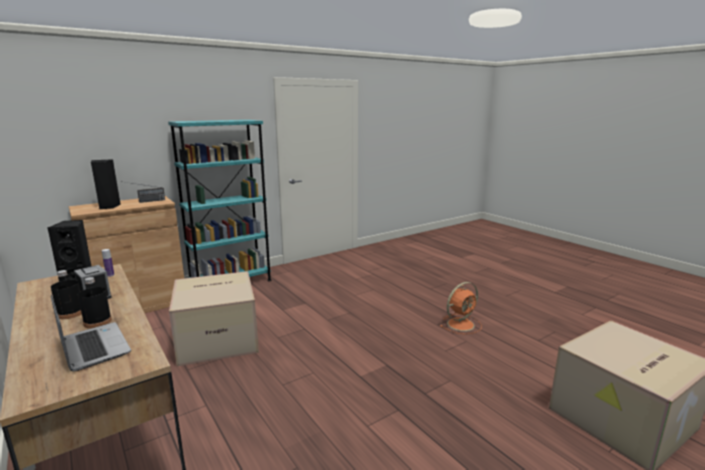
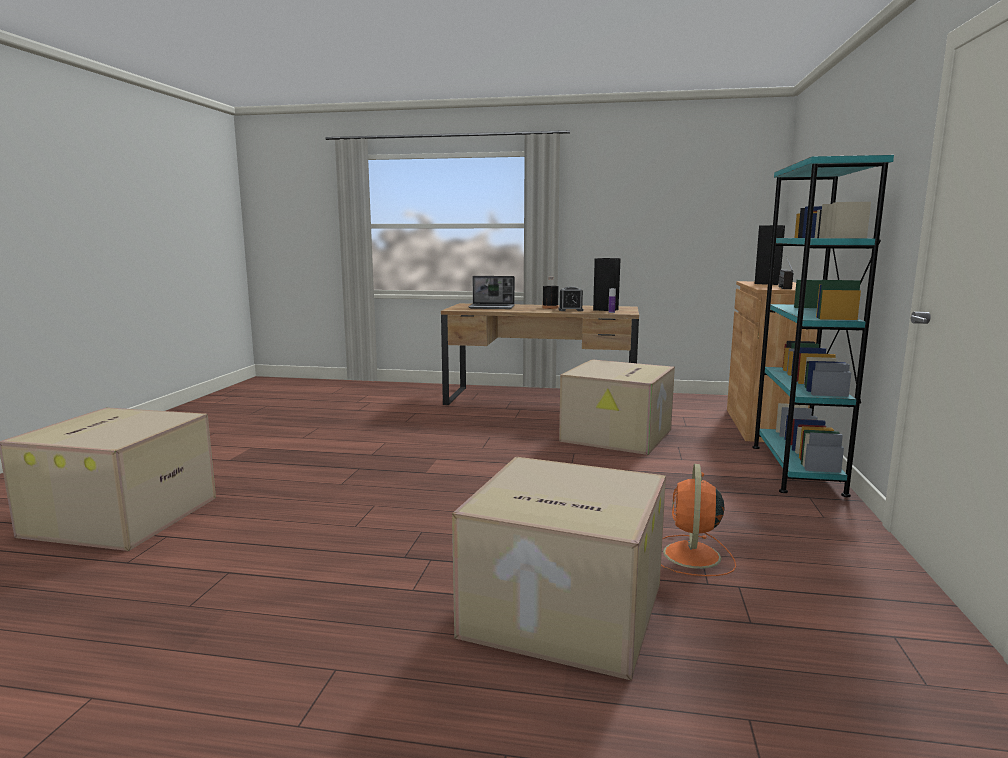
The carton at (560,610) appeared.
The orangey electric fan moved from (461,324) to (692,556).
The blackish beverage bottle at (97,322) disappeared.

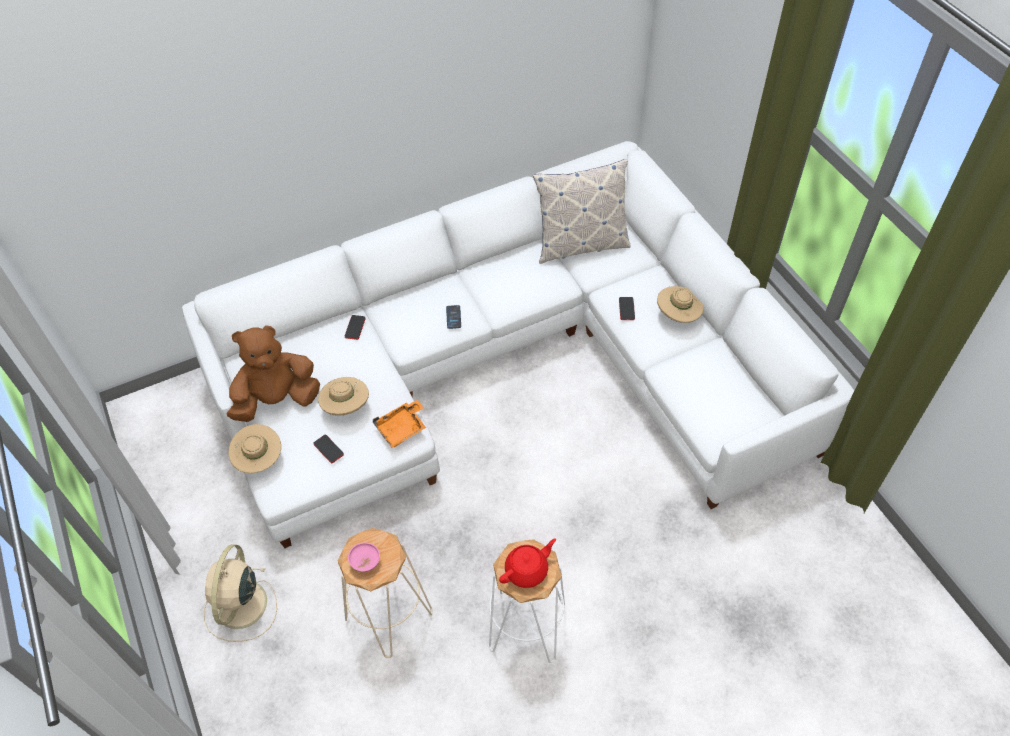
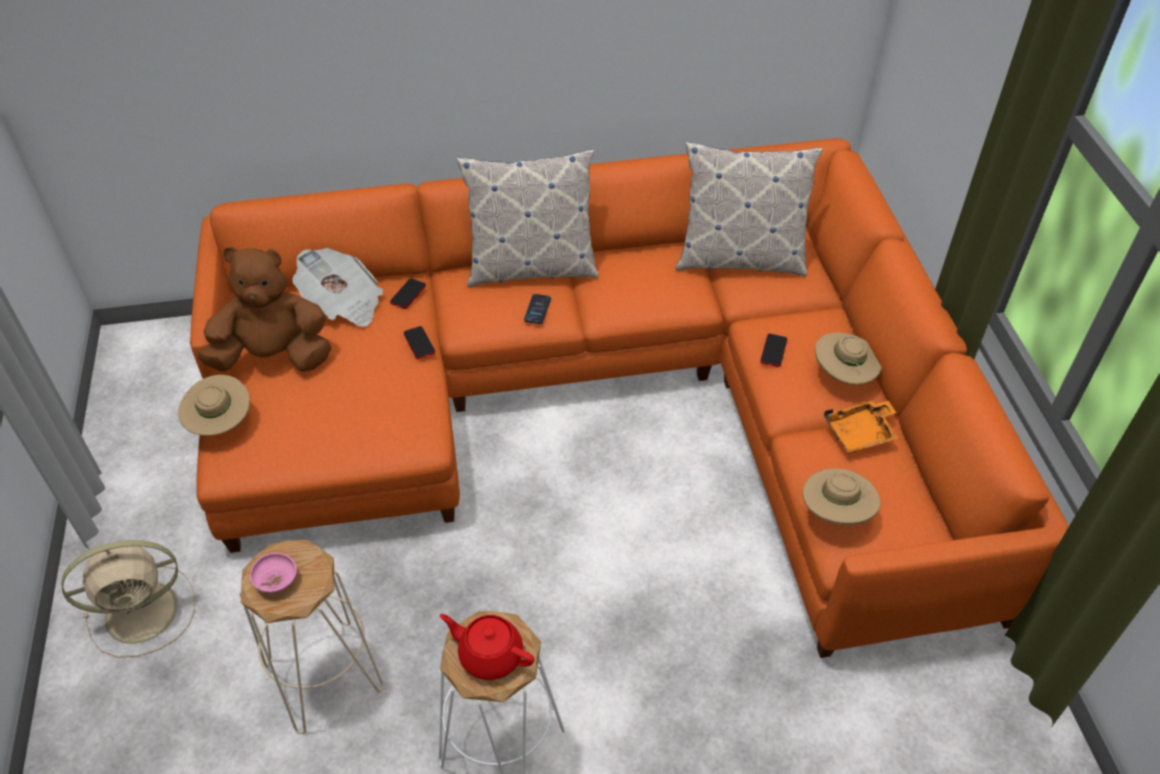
The sand-coloured electric fan at (240,606) turned 135 degrees counterclockwise.
The white-coloured sofa at (509,366) became the orangey sofa at (606,399).
The printed paper at (343,303) appeared.
The phone moved from (328,449) to (419,343).
The red tea pot at (527,570) turned 135 degrees counterclockwise.
The throw pillow at (531,268) appeared.
The sand-coloured wearable hat moved from (346,406) to (836,513).
The orangey tray moved from (402,428) to (860,433).

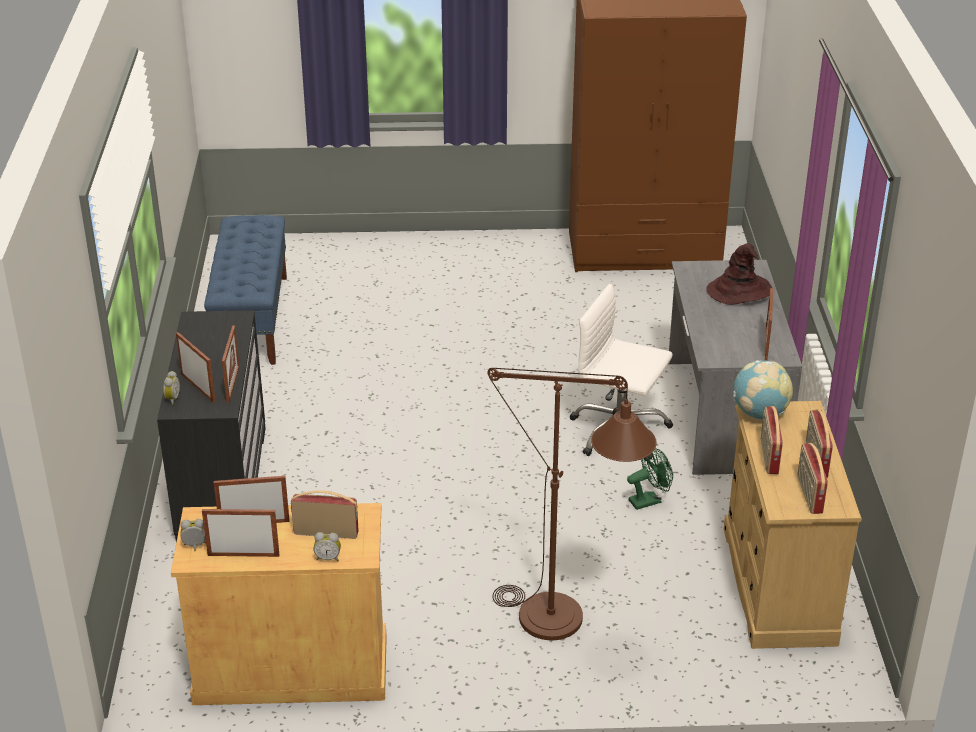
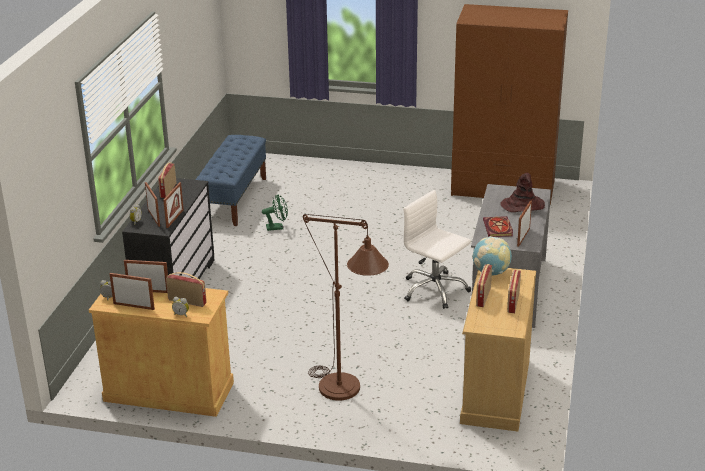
The radio receiver moved from (808,495) to (168,190).
The green-coloured electric fan moved from (649,500) to (277,227).
The book at (498,229) appeared.

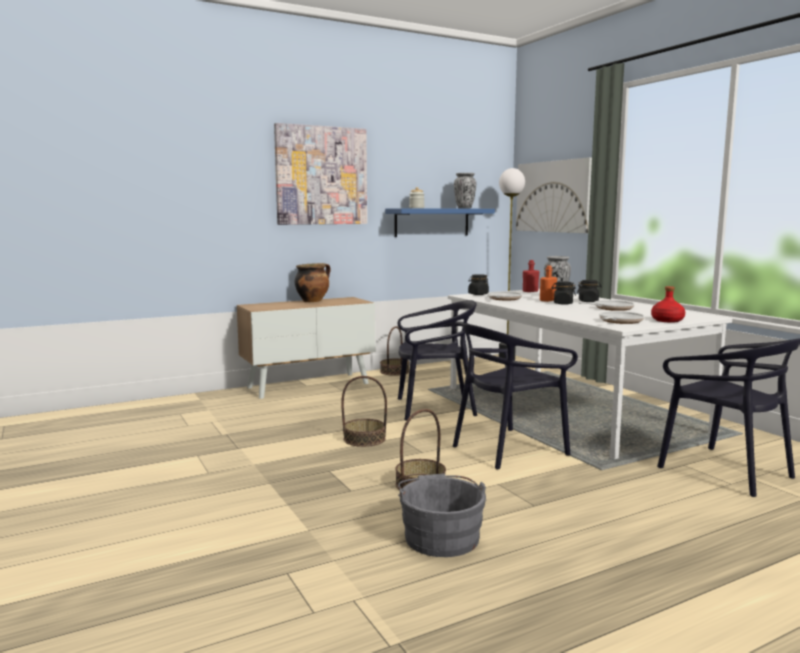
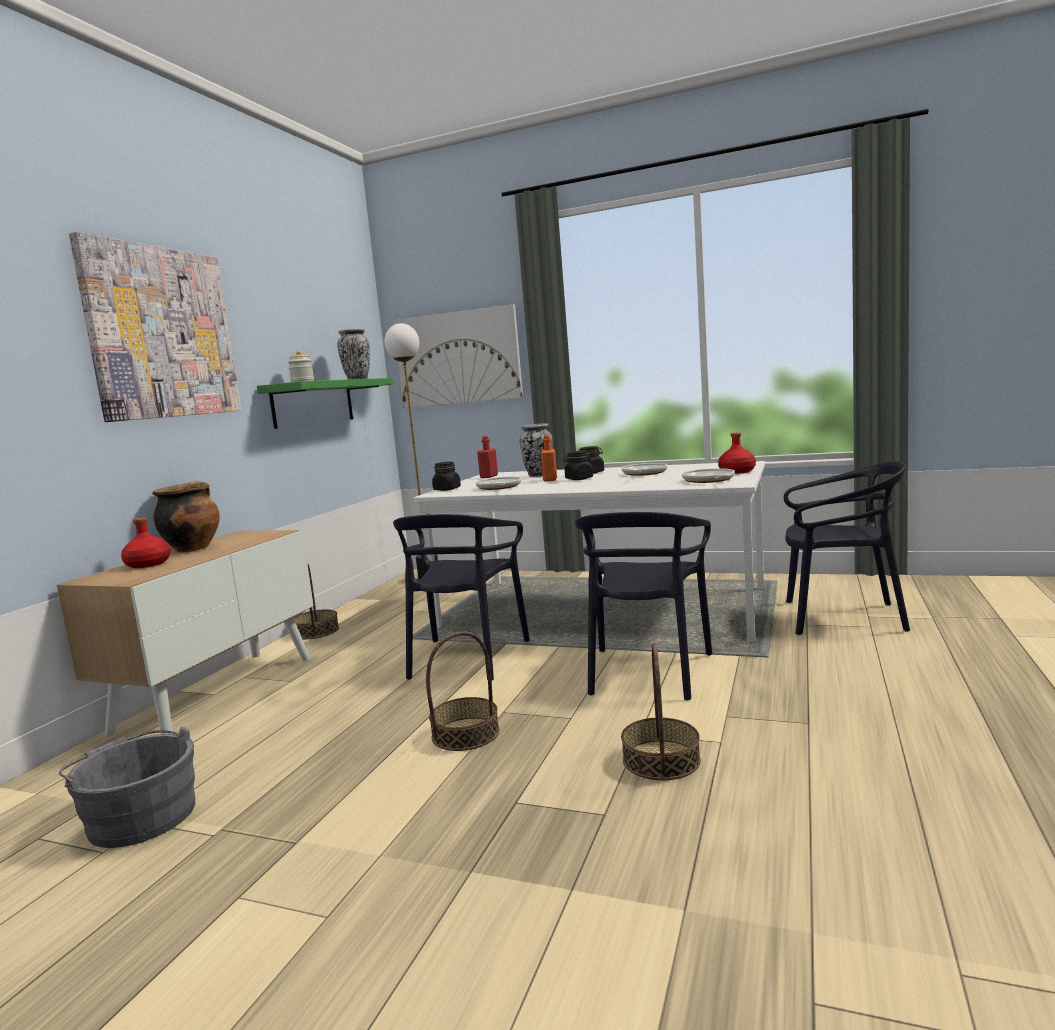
The grey pail moved from (440,536) to (139,815).
The red beverage bottle at (147,564) appeared.
The blue wall shelf at (432,222) became the green-coloured wall shelf at (313,403).
The blackish chair at (434,408) turned 150 degrees clockwise.

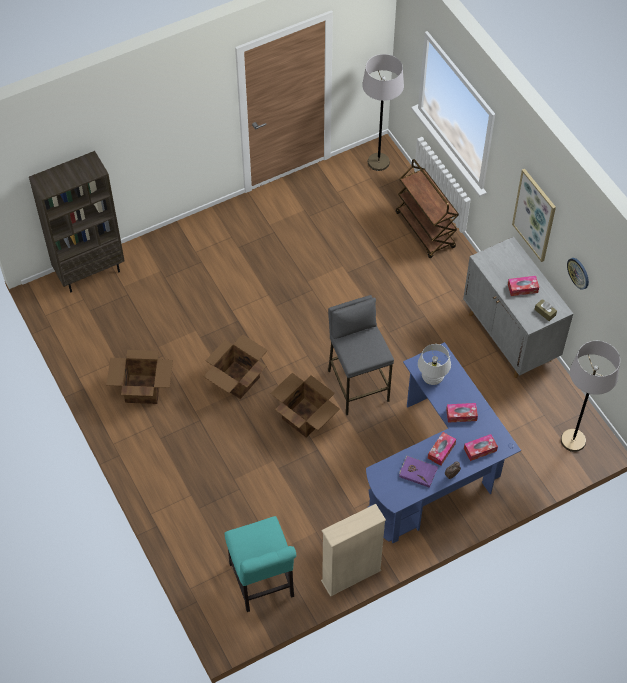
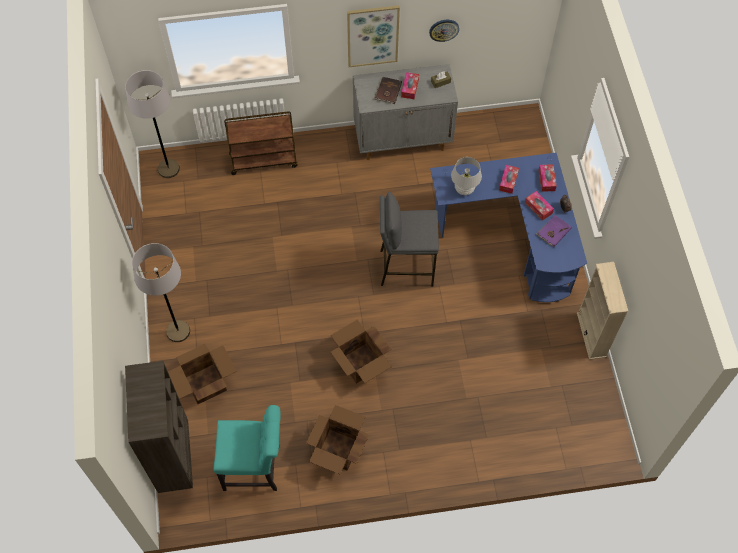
The grey floor lamp moved from (573,441) to (178,331).
The carton moved from (304,417) to (205,384).
The blue-green chair moved from (262,583) to (255,468).
The brownish book at (388,91) appeared.

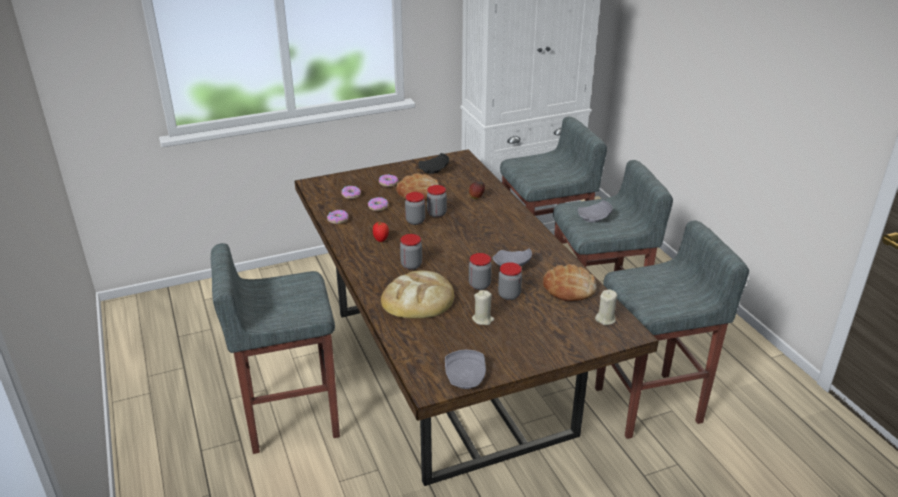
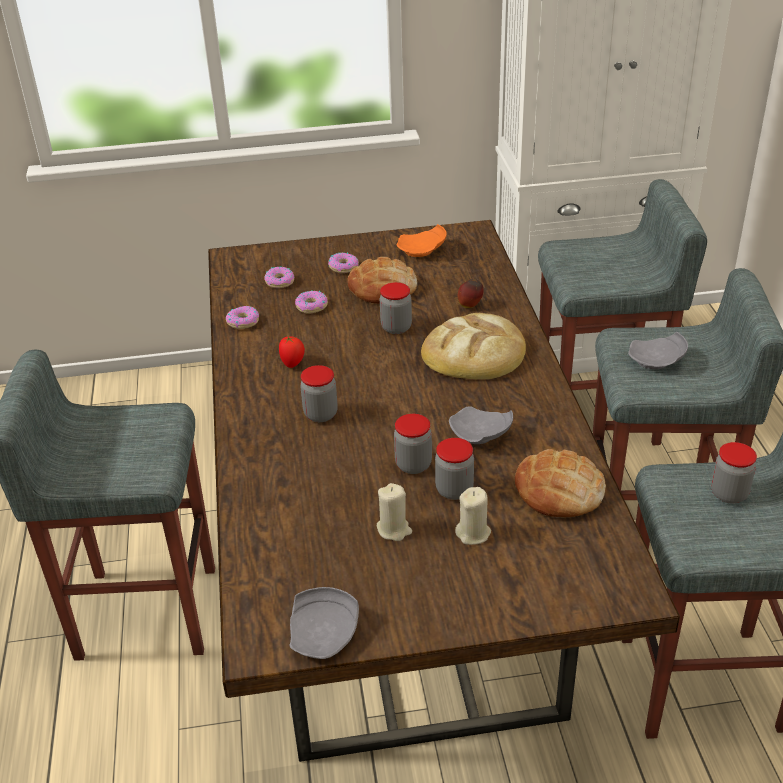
The blackish plate at (434,170) became the orangey plate at (422,250).
The baked bread moved from (418,299) to (474,353).
The sand-coloured wax light moved from (605,319) to (473,533).
The preserve jar moved from (415,221) to (729,494).

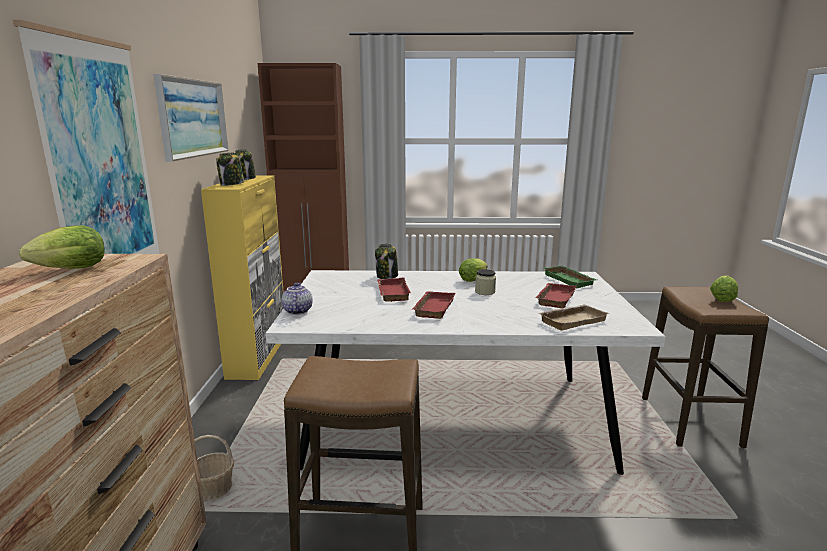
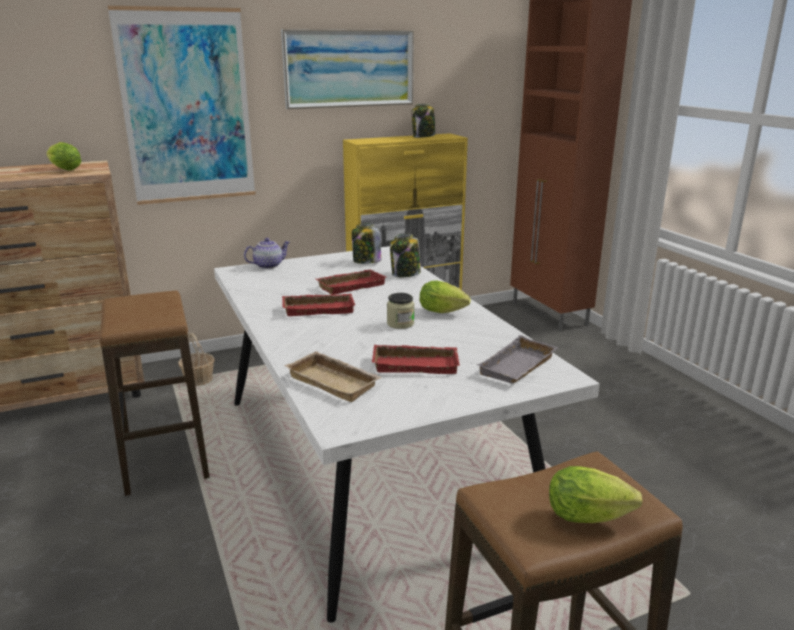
The preserve jar moved from (231,184) to (366,261).
The green-coloured tray at (570,280) became the grey tray at (519,367).

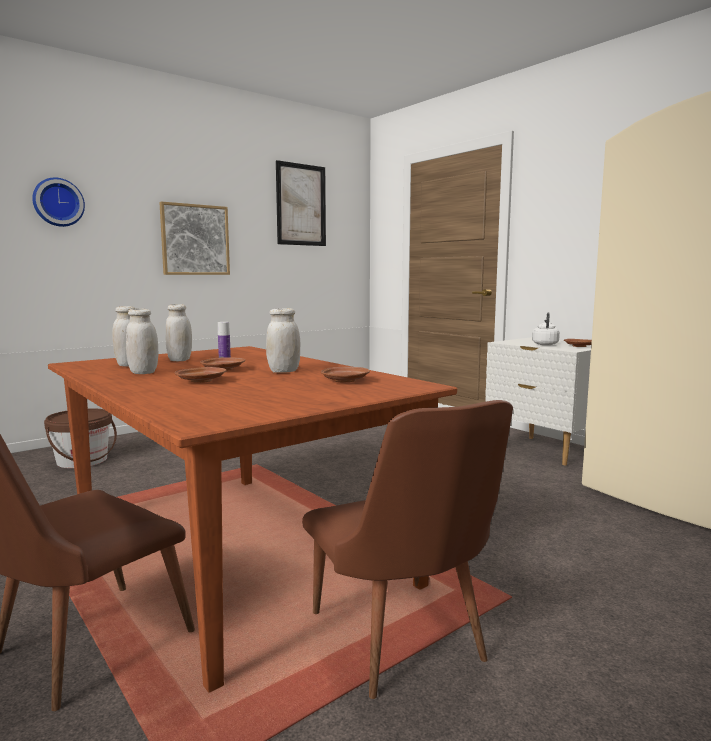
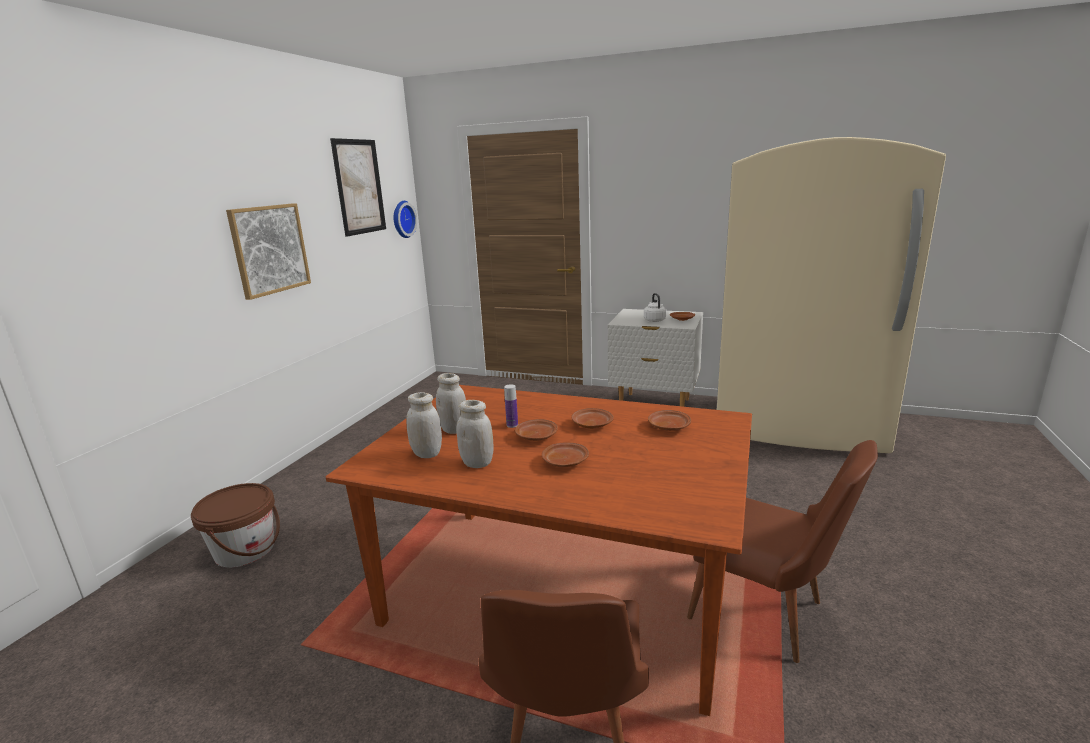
The wall clock moved from (58,202) to (402,219).
The white-coloured preserve jar at (283,371) was replaced by the brownish plate at (591,424).

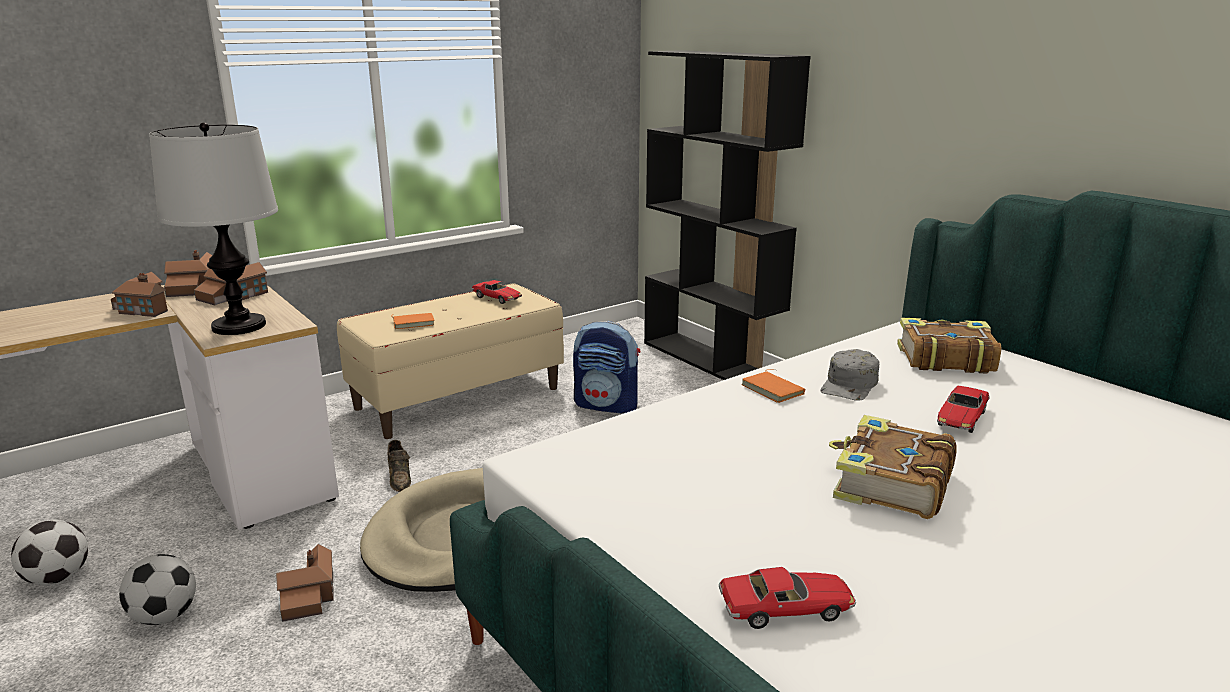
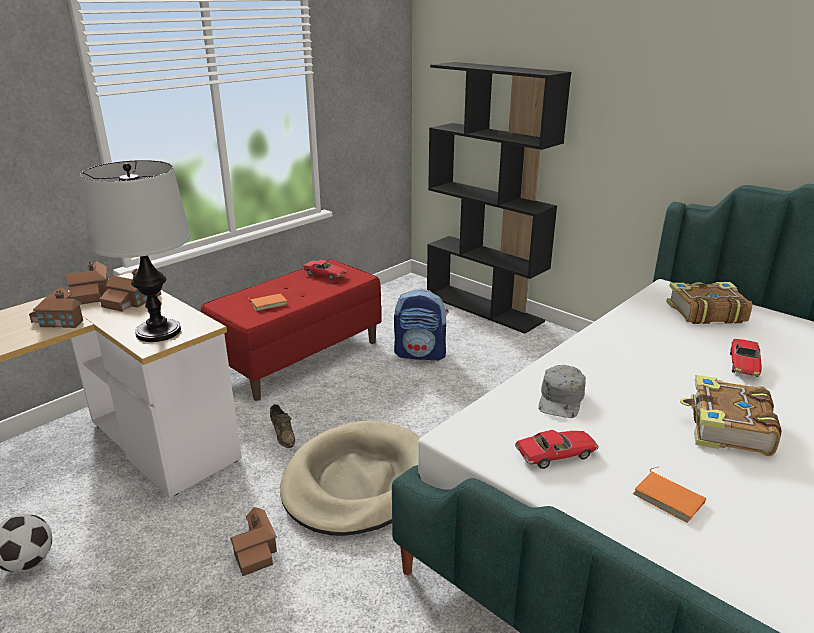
The sand-coloured long seat at (458,398) became the red long seat at (299,357).
The model car moved from (786,609) to (556,454).
The grey cap moved from (850,385) to (561,399).
The orangey book moved from (774,389) to (669,498).
The ball for football at (165,616) disappeared.

